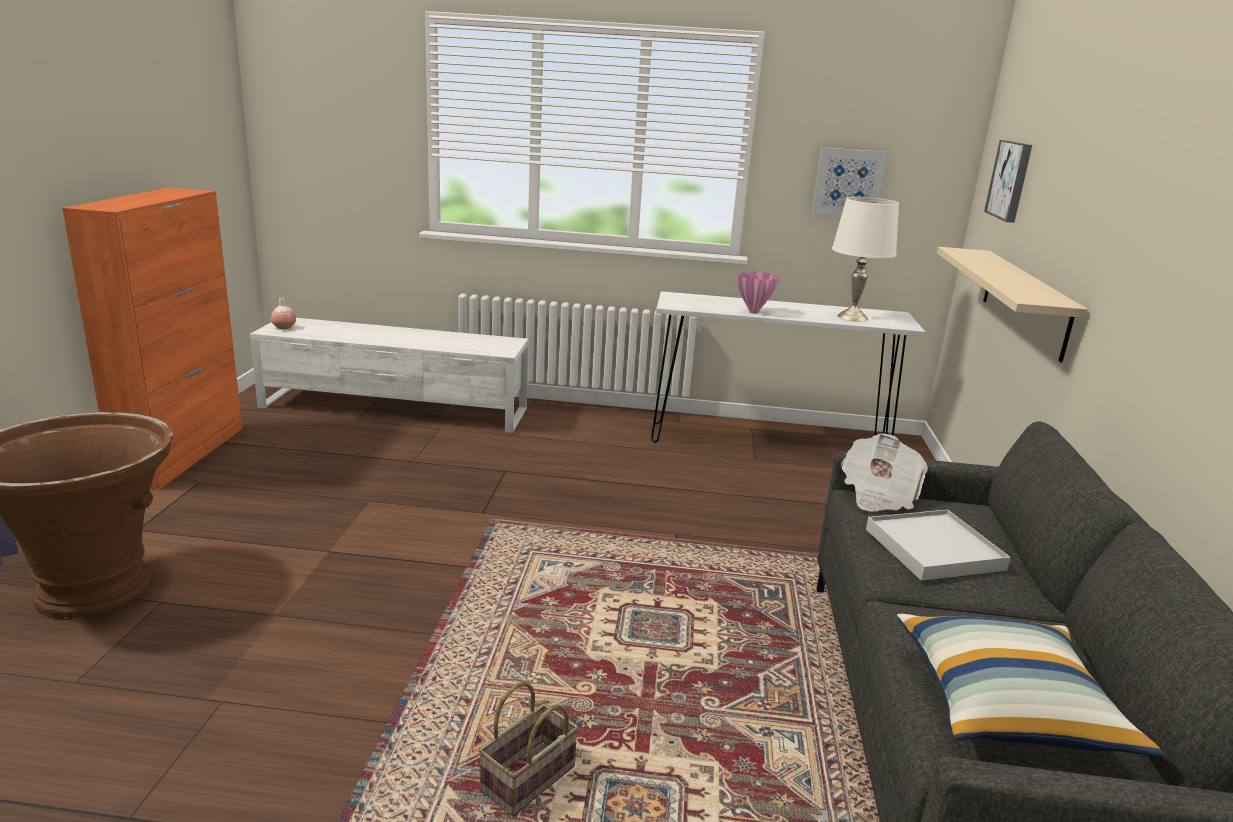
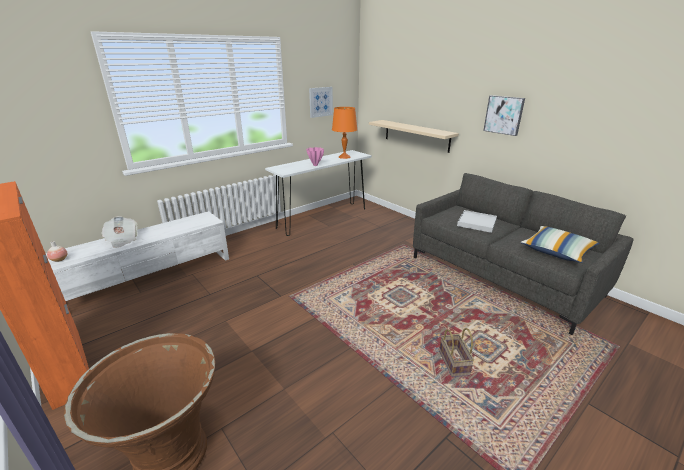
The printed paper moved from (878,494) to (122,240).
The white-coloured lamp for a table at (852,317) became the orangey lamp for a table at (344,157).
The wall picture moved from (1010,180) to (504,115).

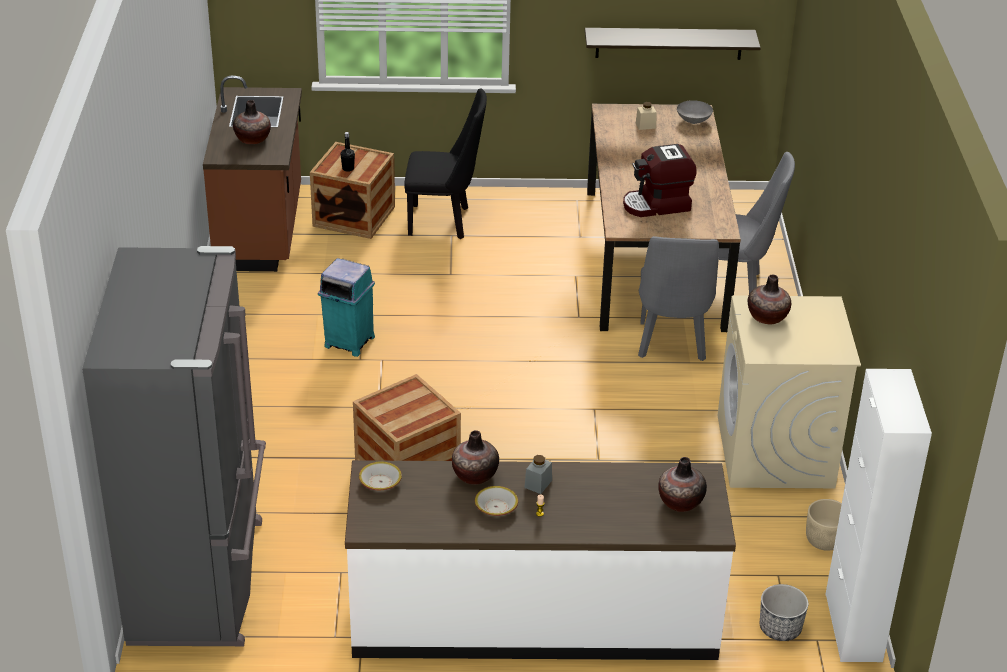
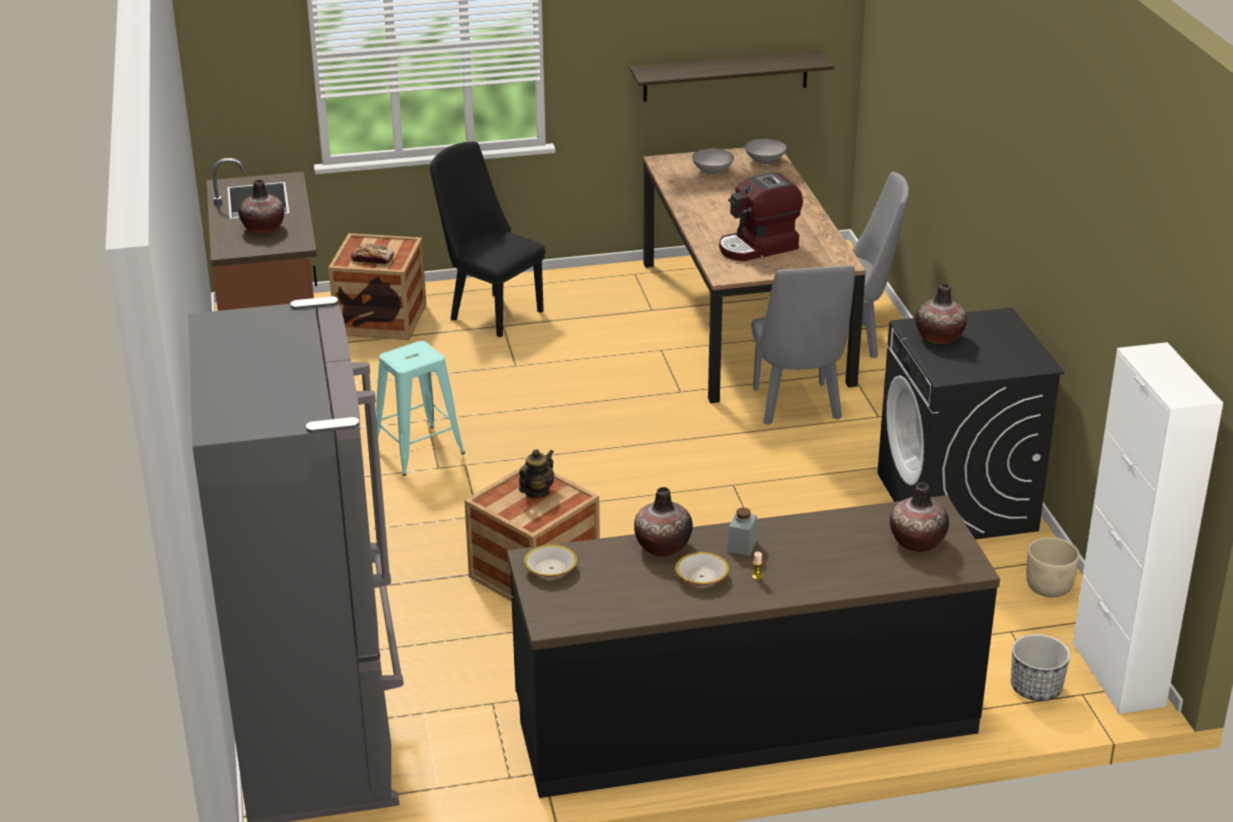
The blackish beverage bottle at (348,168) was replaced by the baked bread at (373,259).
The blue-green waste bin at (348,341) was replaced by the blue-green stool seat at (418,450).
The blackish chair at (445,221) turned 135 degrees counterclockwise.
The white-coloured kitchen counter at (534,617) became the blackish kitchen counter at (744,718).
The tea pot at (536,492) appeared.
The sand-coloured preserve jar at (645,125) was replaced by the grey deep dish at (713,171).
The sand-coloured washing machine at (775,452) became the blackish washing machine at (957,502).

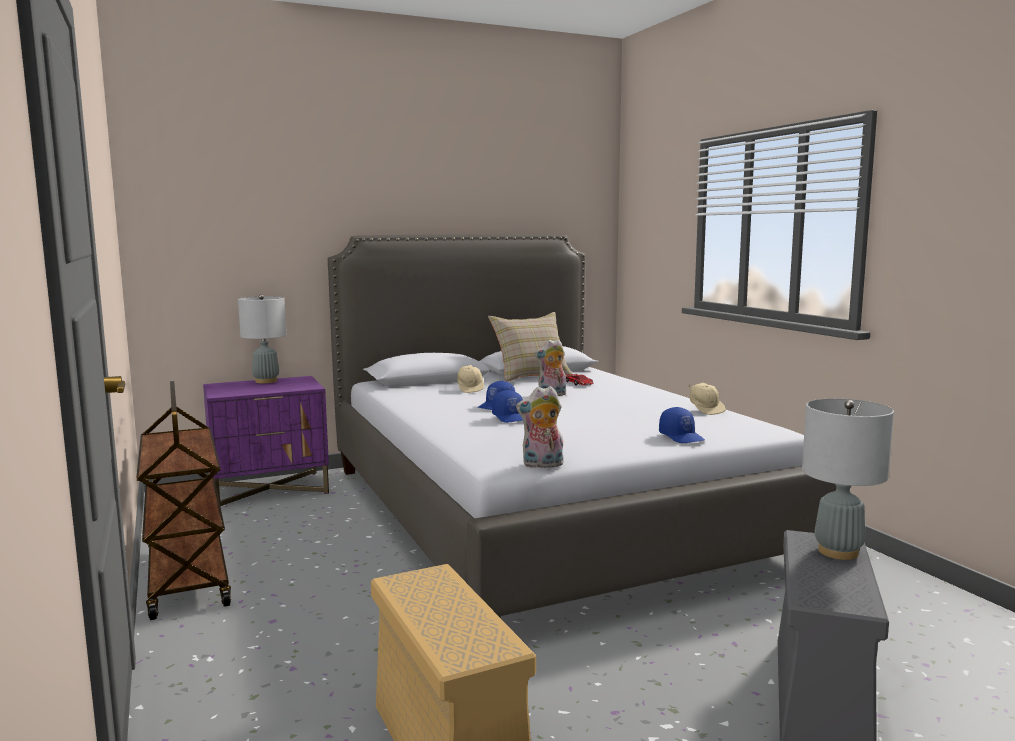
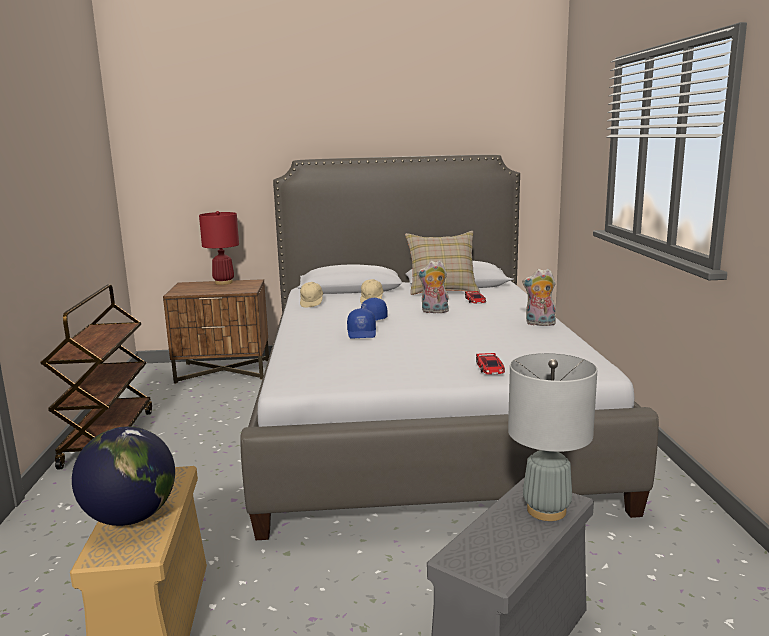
The world globe at (131,517) appeared.
The purplish bedside table at (270,490) became the brownish bedside table at (224,371).
The grey lamp for a table at (266,381) became the red lamp for a table at (223,282).
The sand-coloured cap moved from (705,410) to (312,303).
The blue cap at (682,437) was replaced by the model car at (490,368).
The soft toy moved from (542,465) to (539,324).

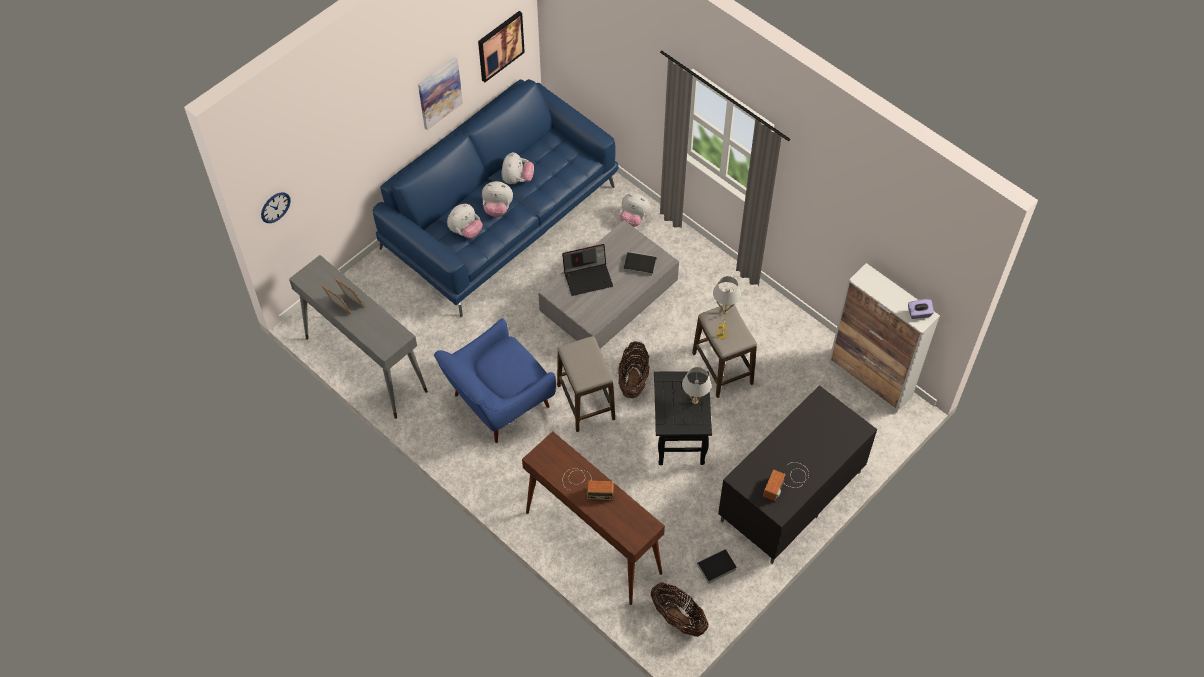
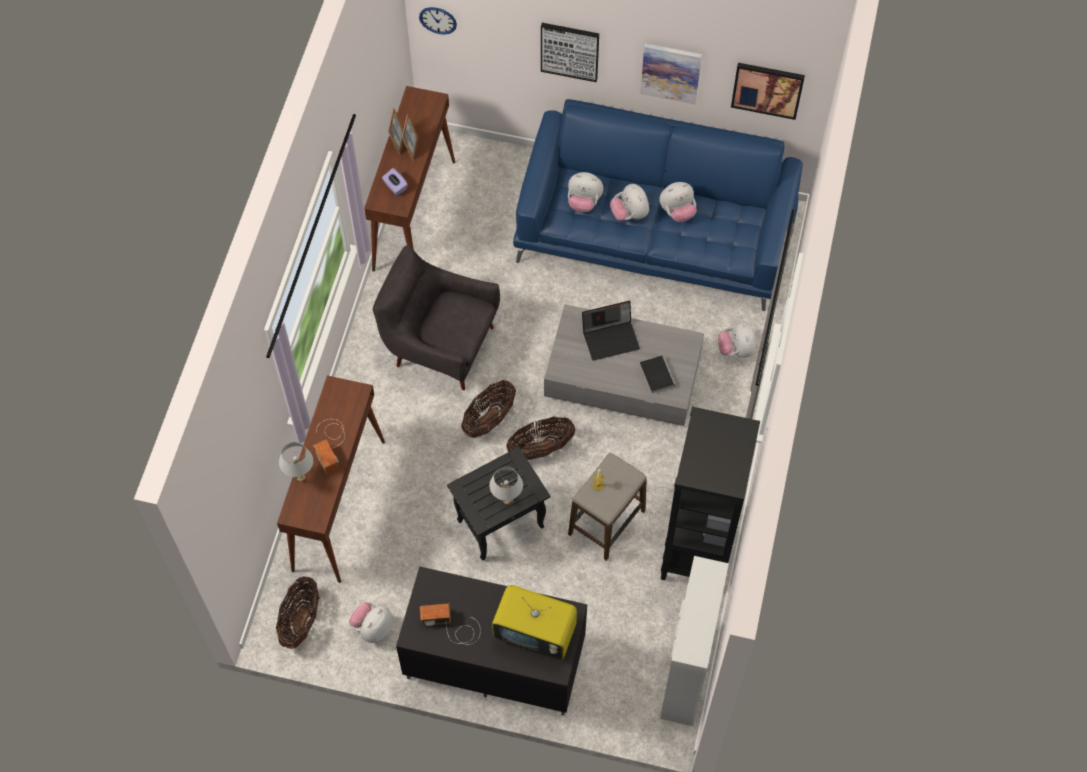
The white-coloured lamp for a table moved from (724,311) to (300,477).
The book at (715,568) was replaced by the soft toy at (373,628).
The grey hall table at (365,364) became the brownish hall table at (414,214).
The blue armchair at (497,403) became the grey armchair at (440,345).
The purplish box of tissues moved from (919,313) to (395,187).
The stool seat at (586,402) was replaced by the storage basket at (489,419).
The television at (536,633) appeared.
The wall picture at (570,51) appeared.
The notebook computer at (588,277) turned 60 degrees counterclockwise.
The blackish bookshelf at (697,552) appeared.

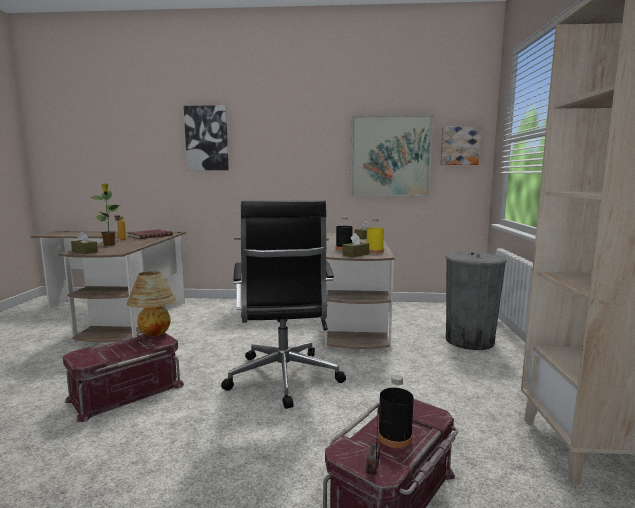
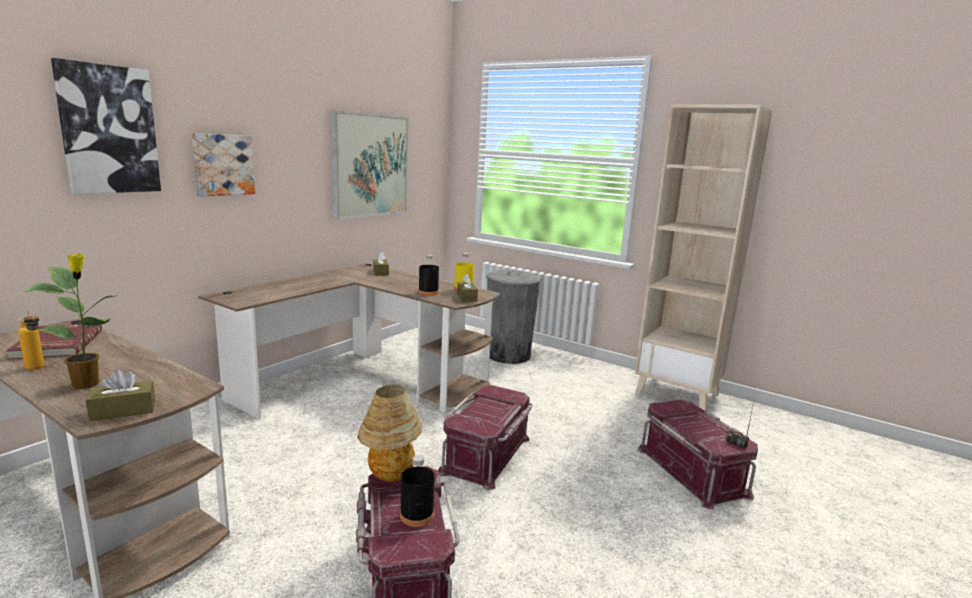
The wall picture moved from (459,146) to (223,164).
The blackish beverage bottle moved from (395,437) to (417,515).
The blackish computer chair at (283,379) was replaced by the red storage box at (487,455).

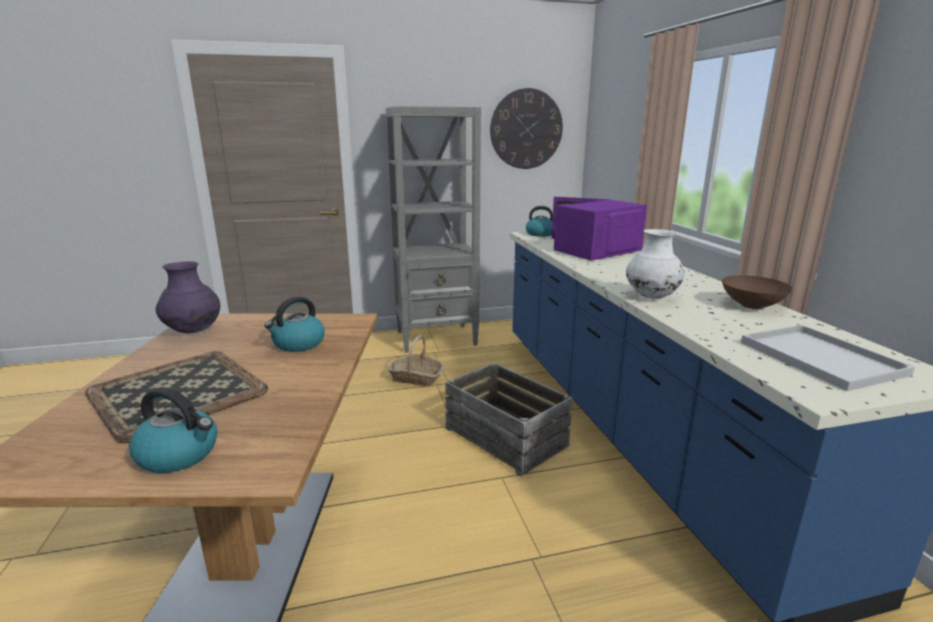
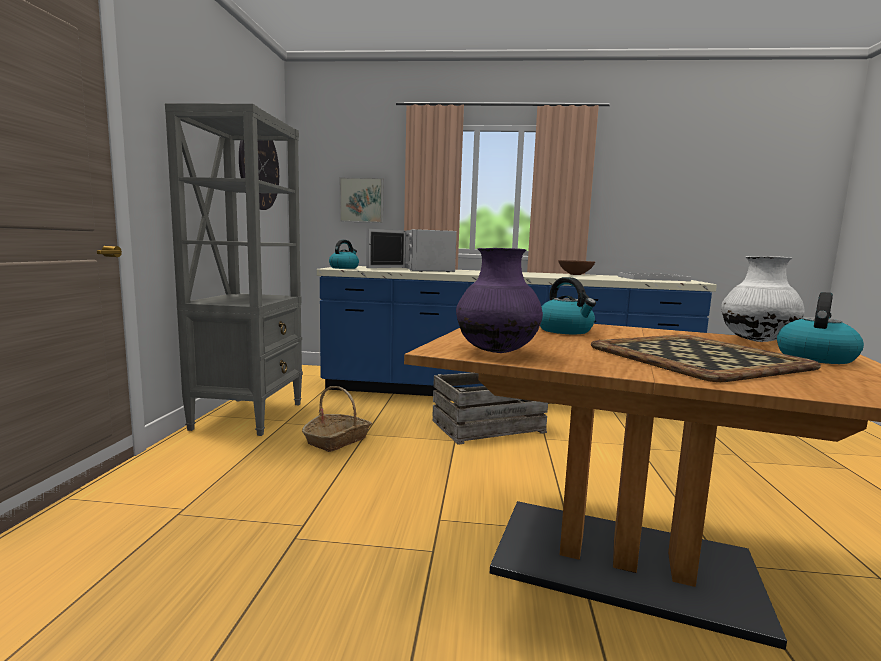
The wall picture at (362,200) appeared.
The purplish microwave at (596,250) became the white-coloured microwave at (423,270).
The white-coloured vase moved from (651,297) to (757,341).

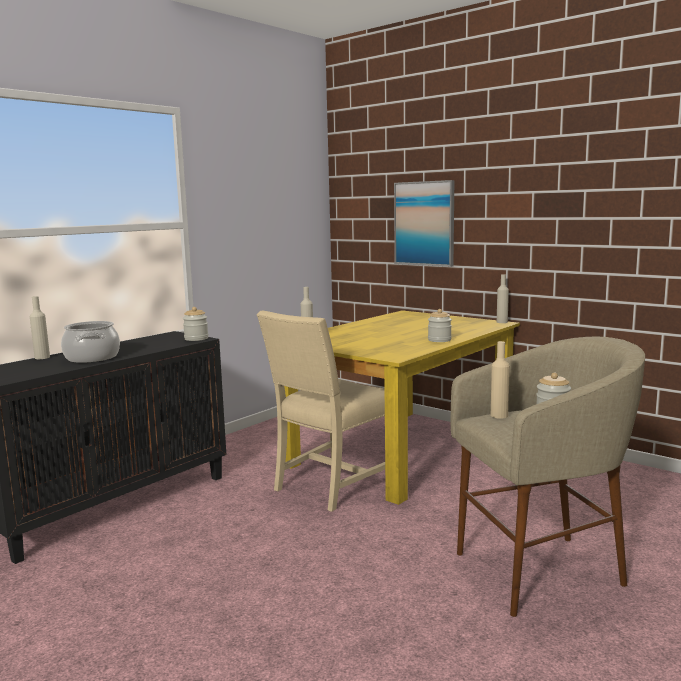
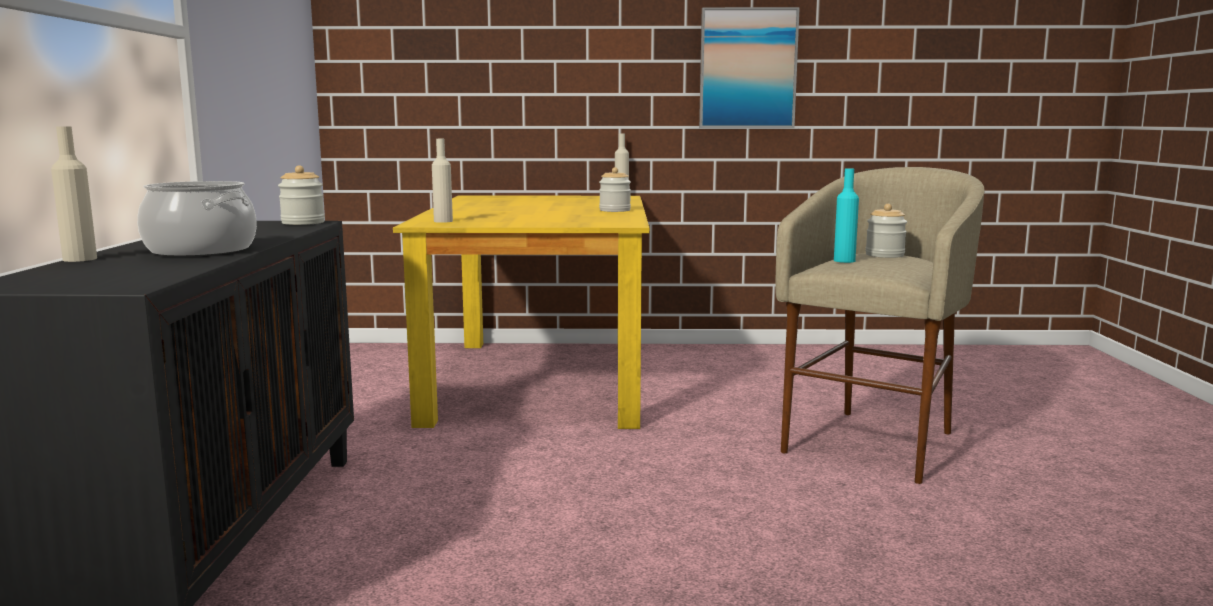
The wall picture moved from (424,223) to (747,69).
The sand-coloured beverage bottle at (499,415) became the blue-green beverage bottle at (844,261).
The sand-coloured chair at (333,484) disappeared.

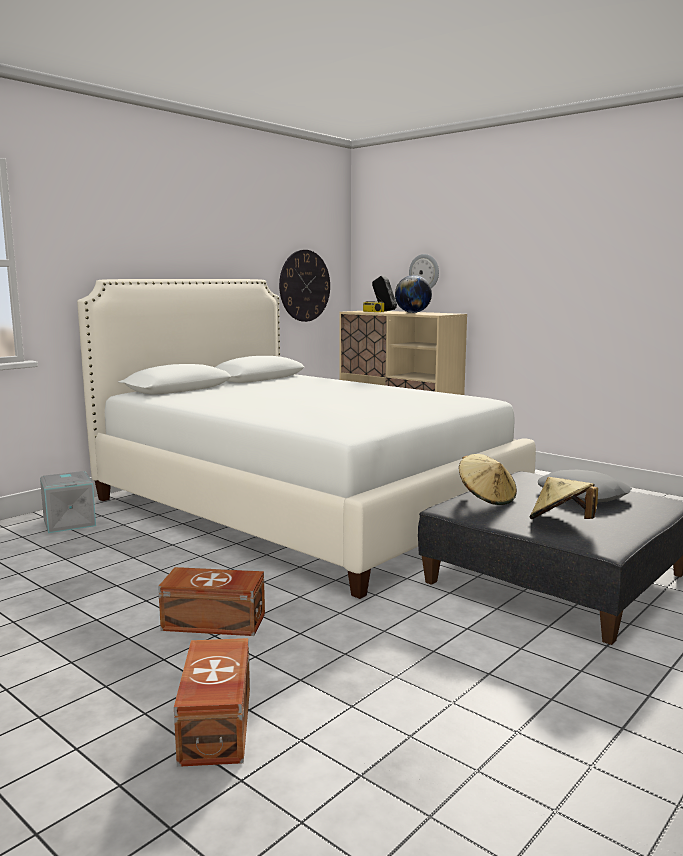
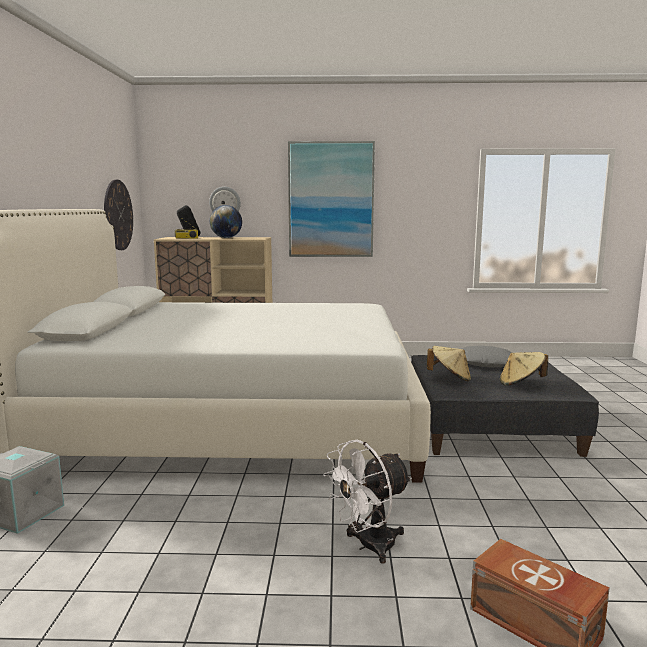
The wall picture at (331,200) appeared.
The brownish storage box at (215,622) was replaced by the white-coloured electric fan at (368,546).

